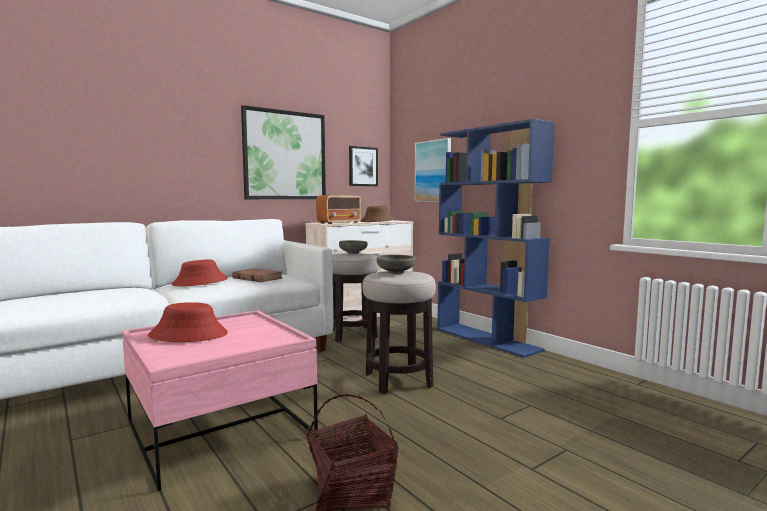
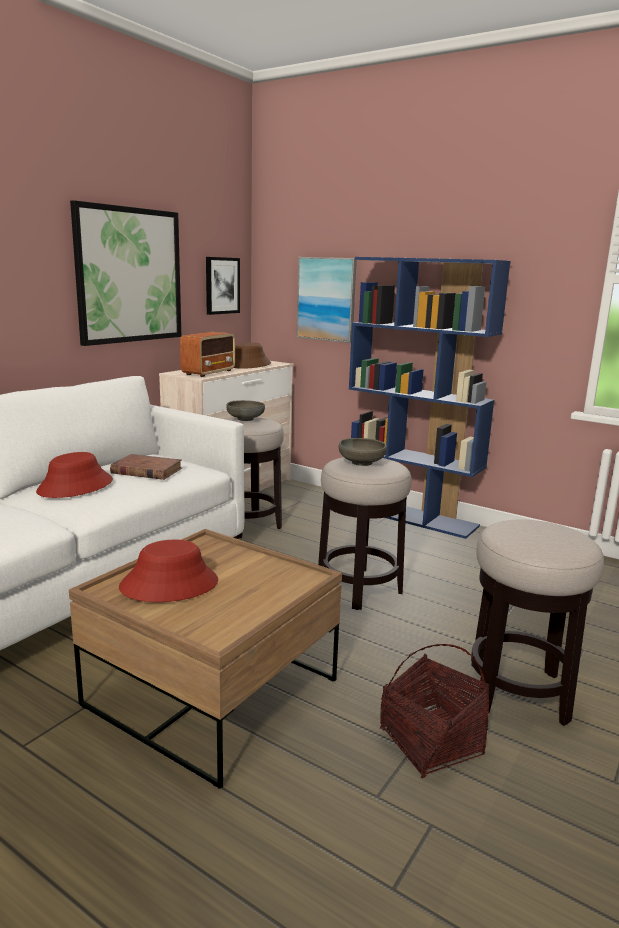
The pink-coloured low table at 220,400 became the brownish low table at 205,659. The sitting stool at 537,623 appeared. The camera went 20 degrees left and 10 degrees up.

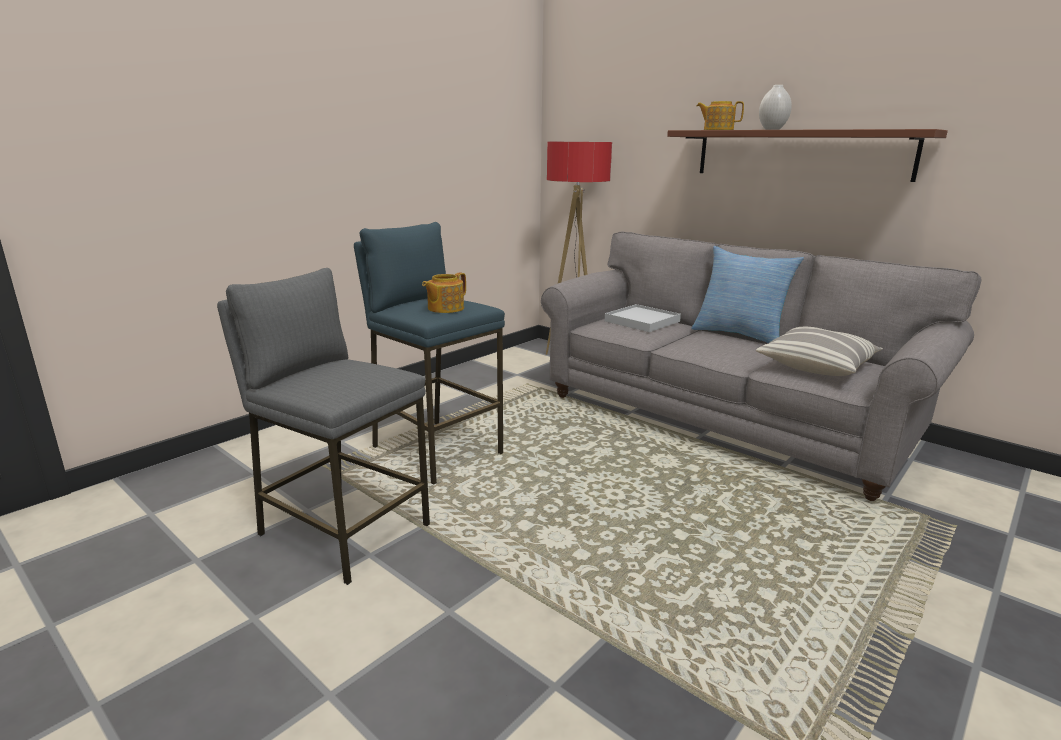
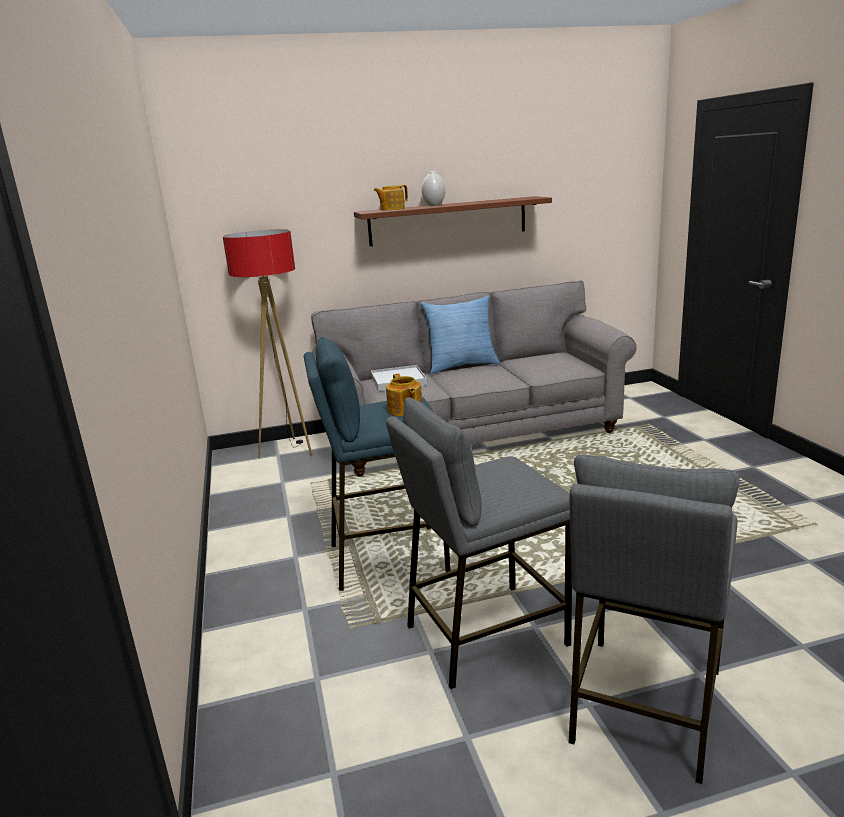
The gray sitting stool at 654,619 appeared. The throw pillow at 819,351 disappeared. The camera went 55 degrees left and 0 degrees up.

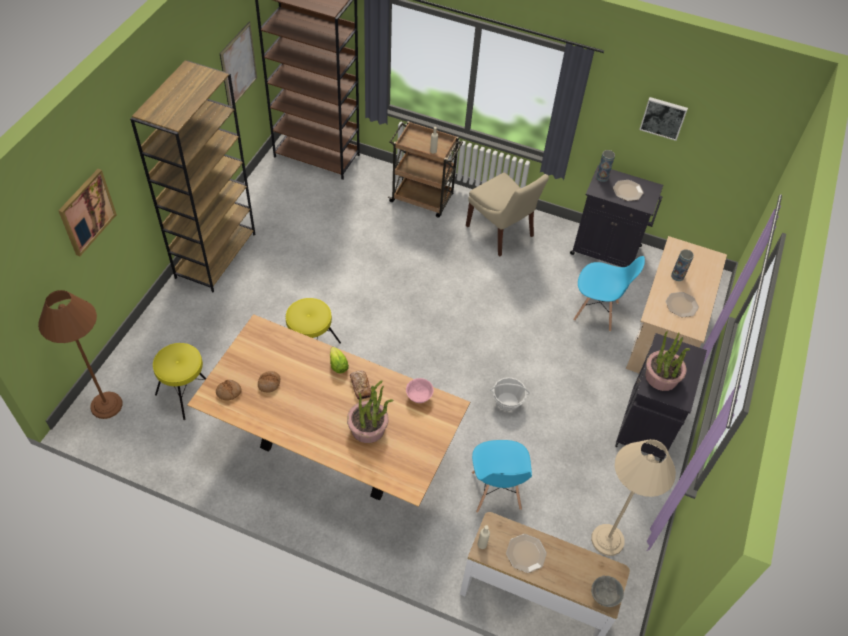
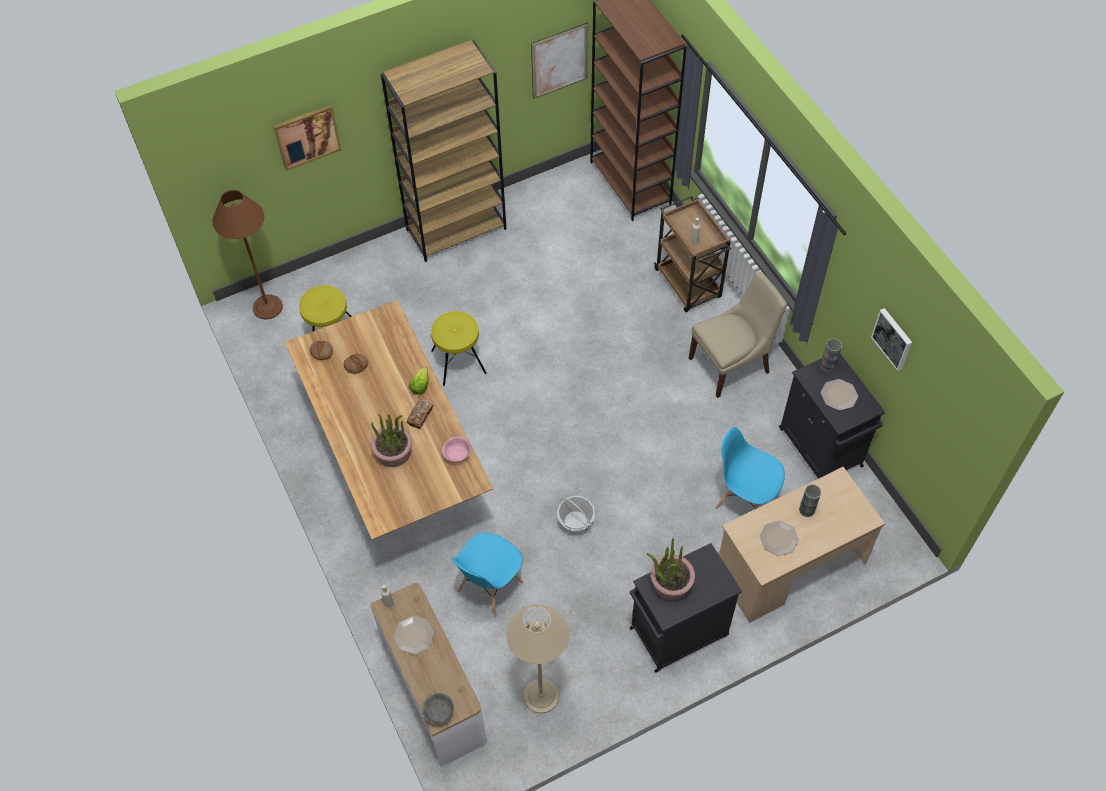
The beige chair at 507,214 turned 120 degrees counterclockwise. The blue chair at 609,294 turned 150 degrees clockwise. The camera went 45 degrees right and 5 degrees up.

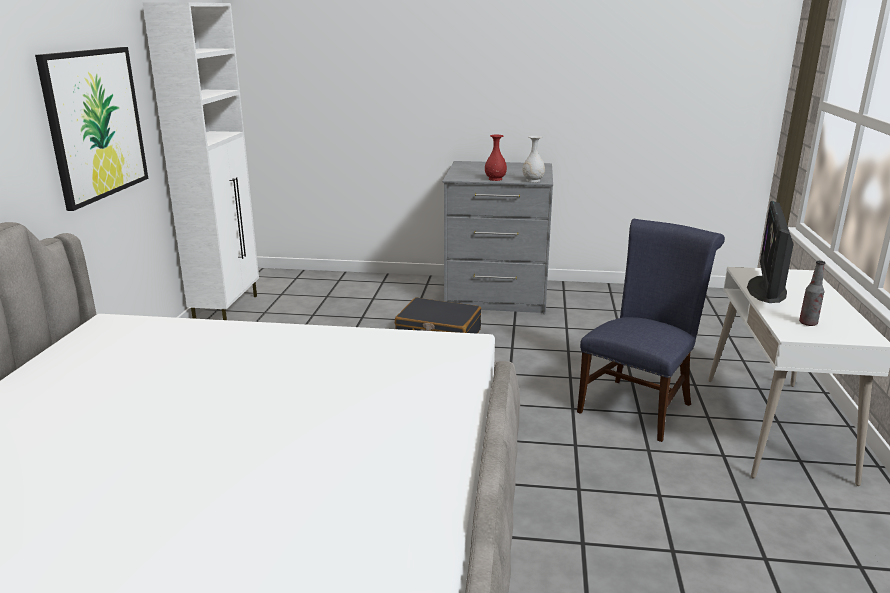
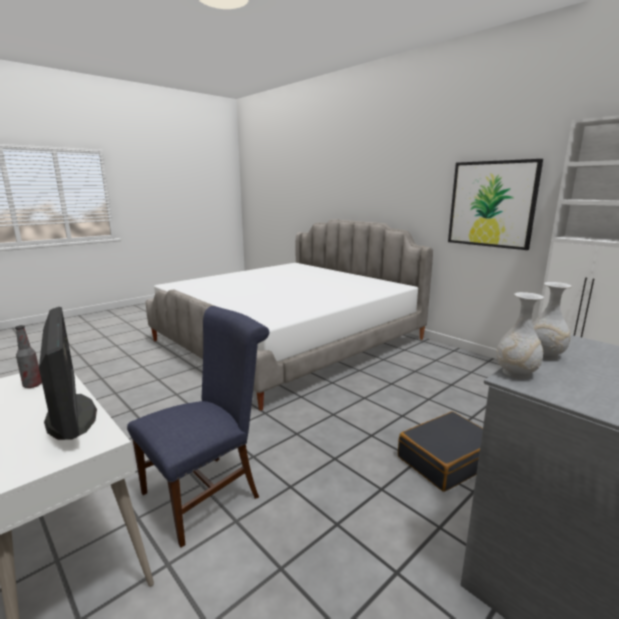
The blue chair at 651,330 turned 120 degrees counterclockwise. The red-coloured vase at 496,158 became the white-coloured vase at 552,321. The camera went 130 degrees right and 5 degrees down.

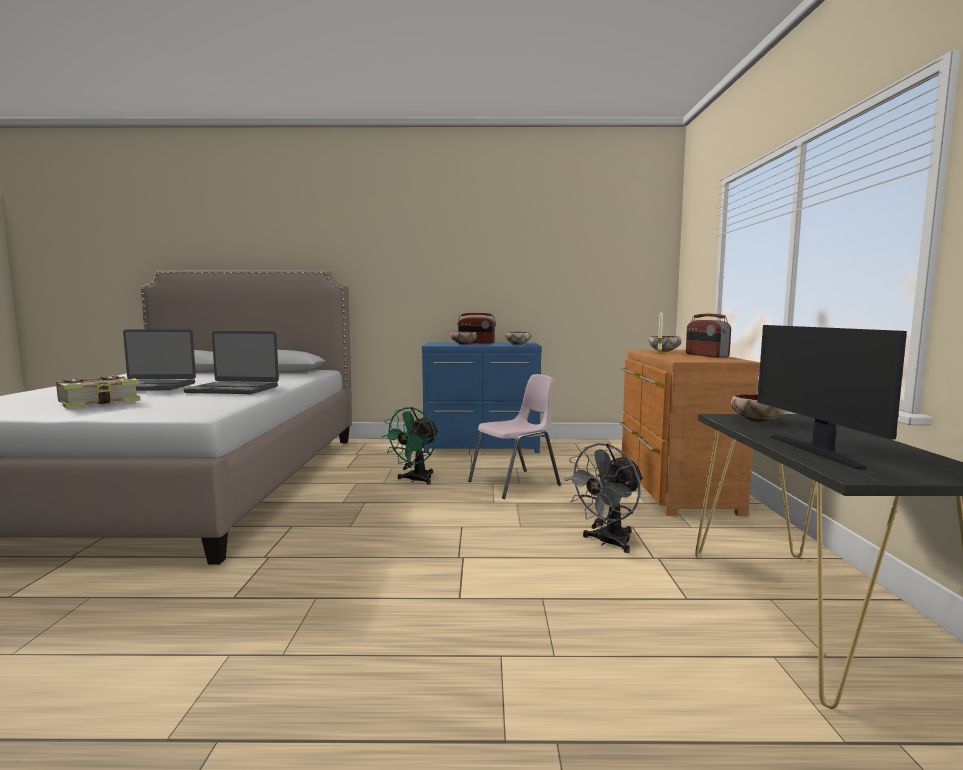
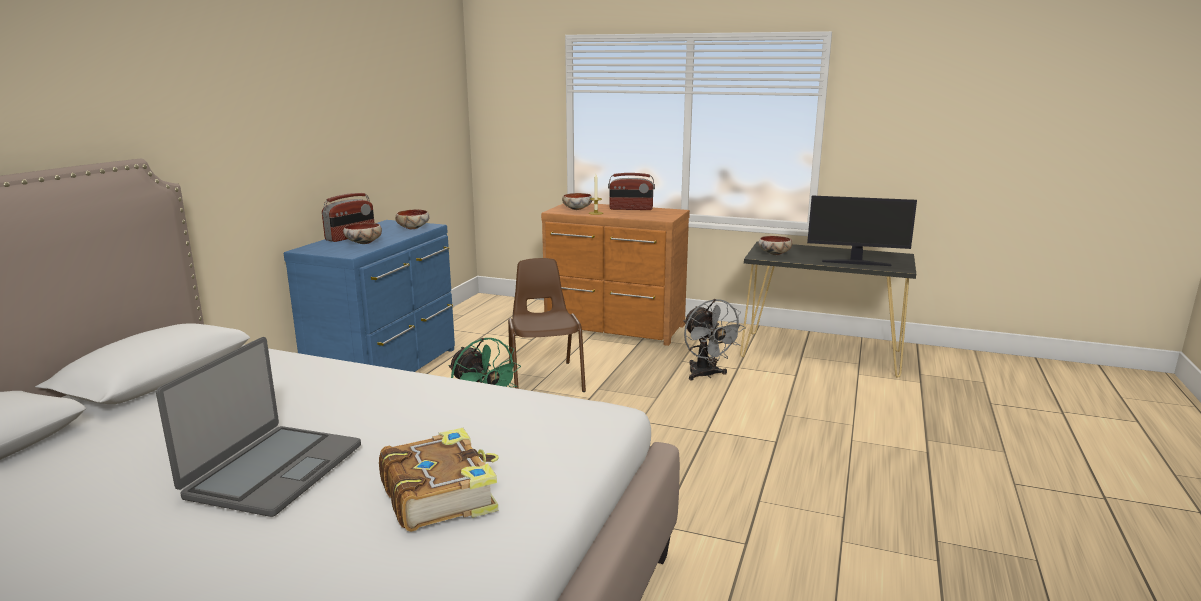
The pink-coloured chair at 514,436 became the brownish chair at 547,325. The notebook computer at 231,362 disappeared. The camera went 70 degrees left and 10 degrees up.

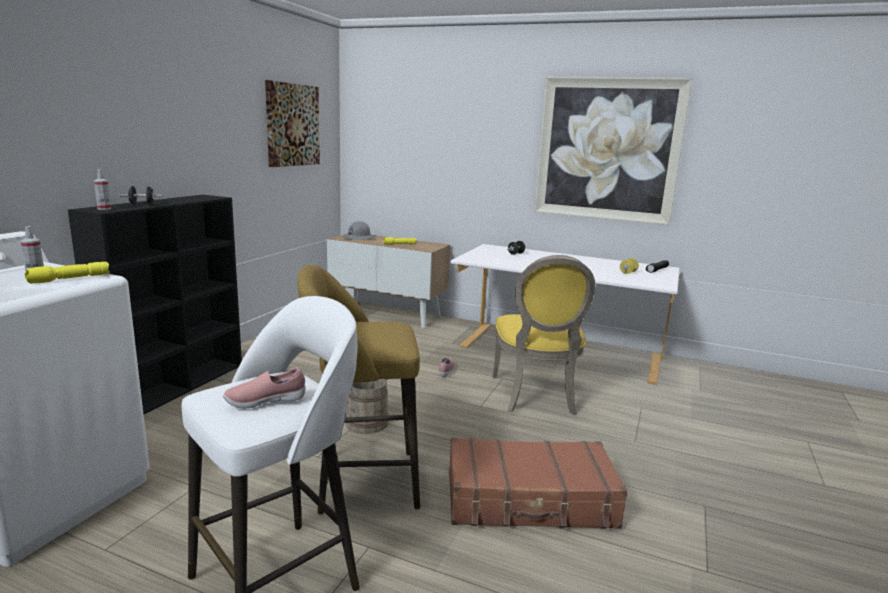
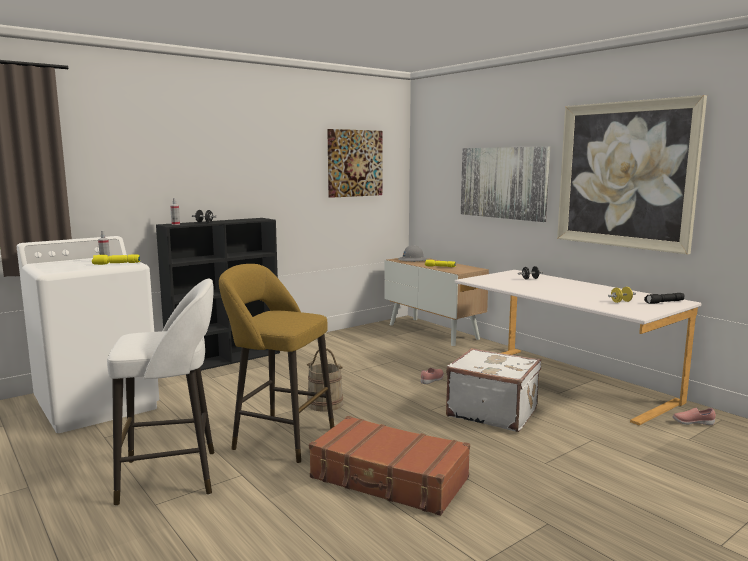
The yellow chair at 543,335 was replaced by the white-coloured suitcase at 493,390. The picture at 505,184 appeared. The pink-coloured low shoe moved from 264,387 to 694,416. The camera went 30 degrees right and 5 degrees down.

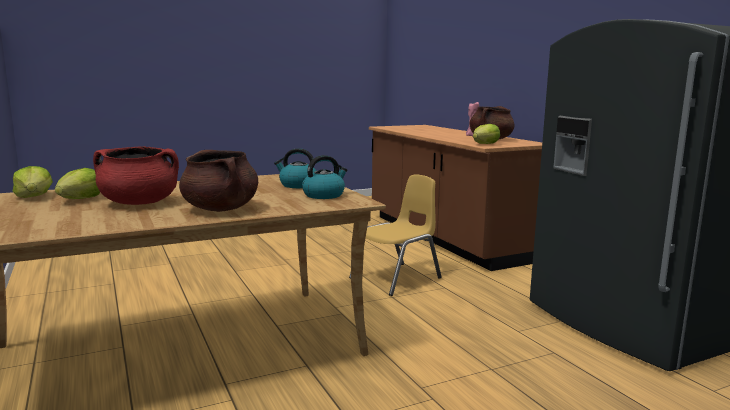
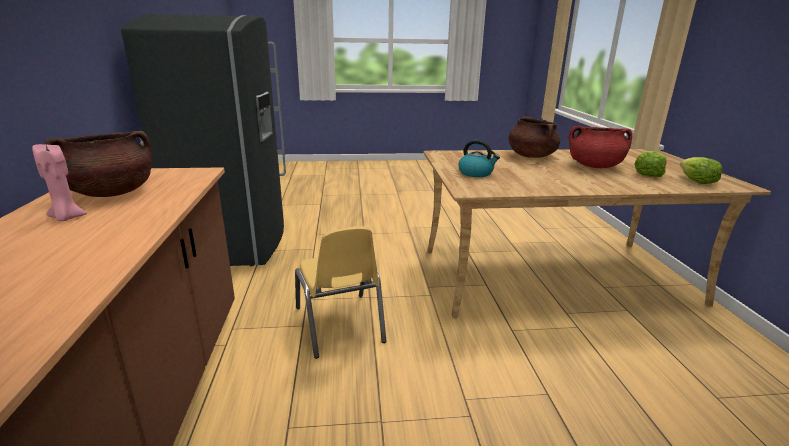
The yellow chair at 395,235 turned 90 degrees counterclockwise. The kettle at 324,177 disappeared. The lettuce at 486,134 disappeared. The camera went 160 degrees left and 10 degrees up.

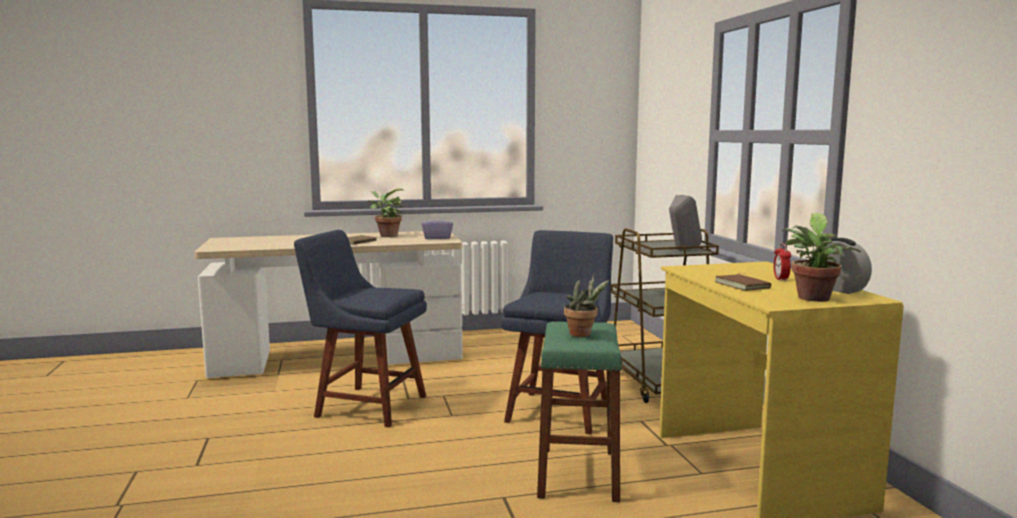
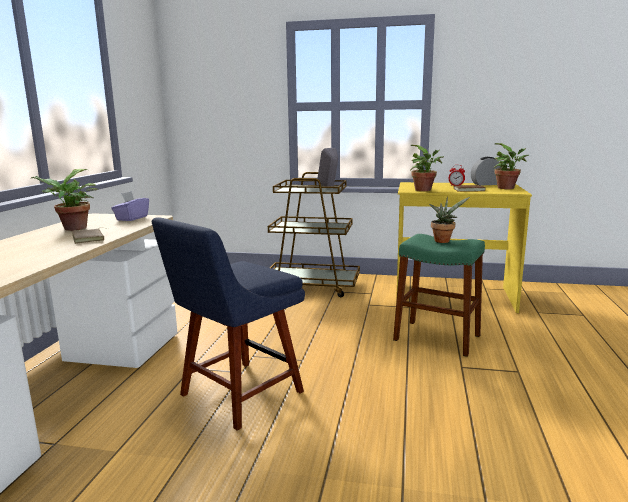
The potted plant at 427,168 appeared. The blue chair at 557,332 disappeared. The camera went 65 degrees left and 5 degrees up.

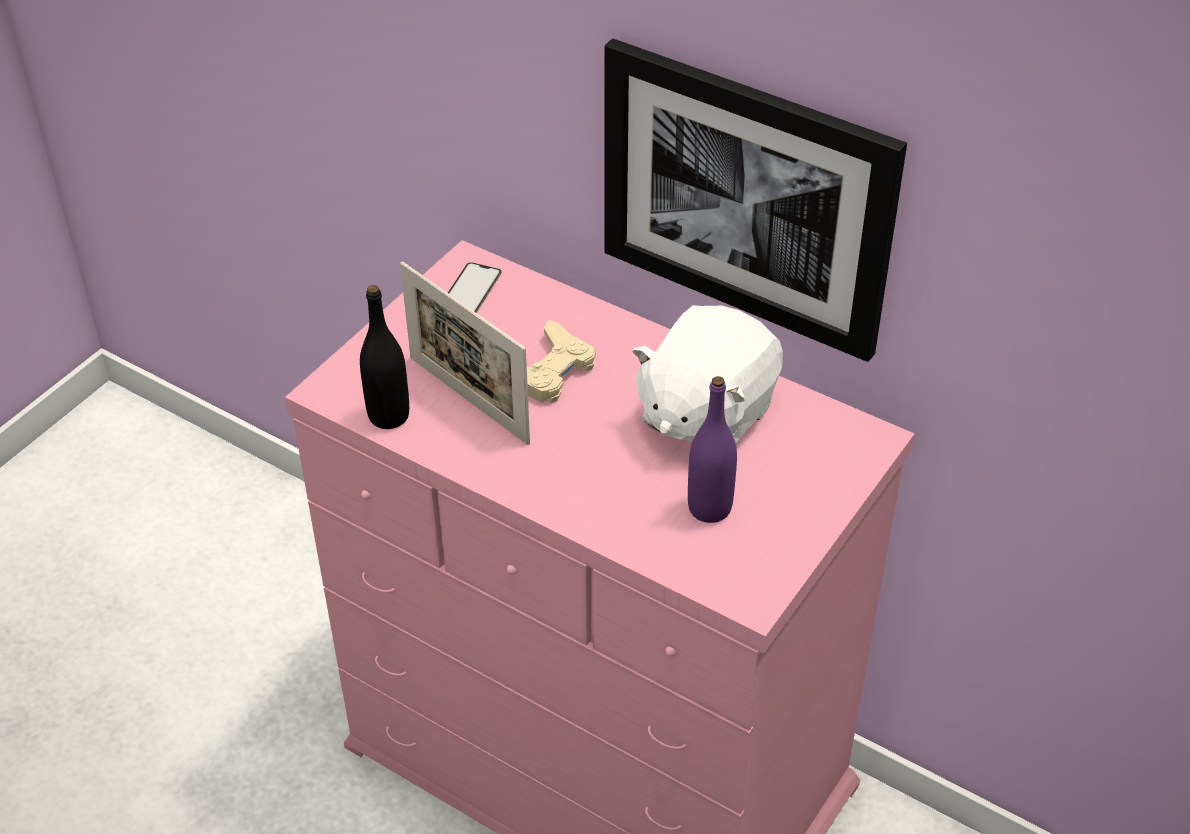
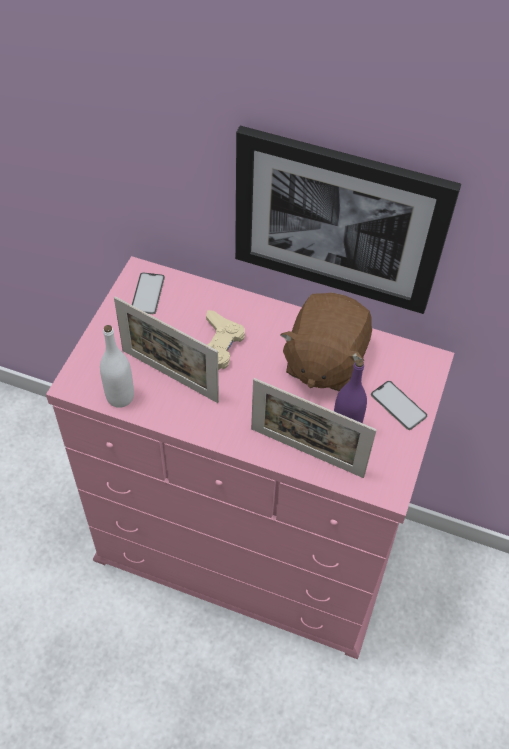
The black-coloured drink bottle at 384,357 became the white-coloured drink bottle at 117,366. The standing frame at 314,428 appeared. The white-coloured soft toy at 707,376 became the brownish soft toy at 326,341. The handset at 399,405 appeared. The camera went 15 degrees left and 10 degrees up.

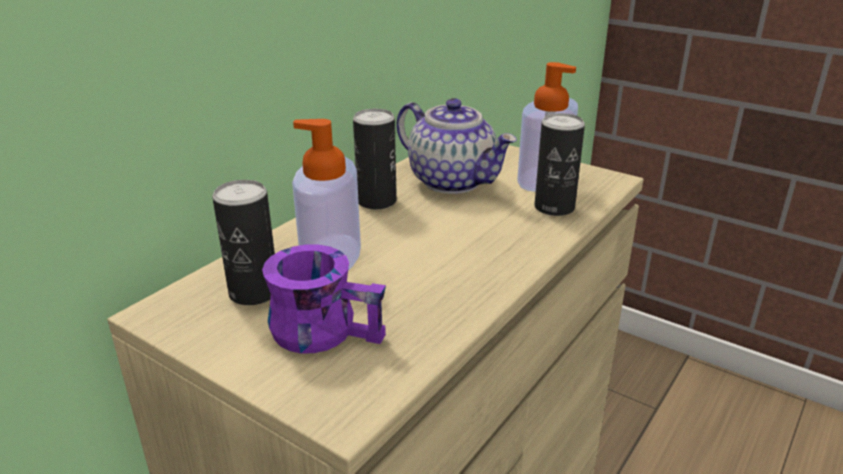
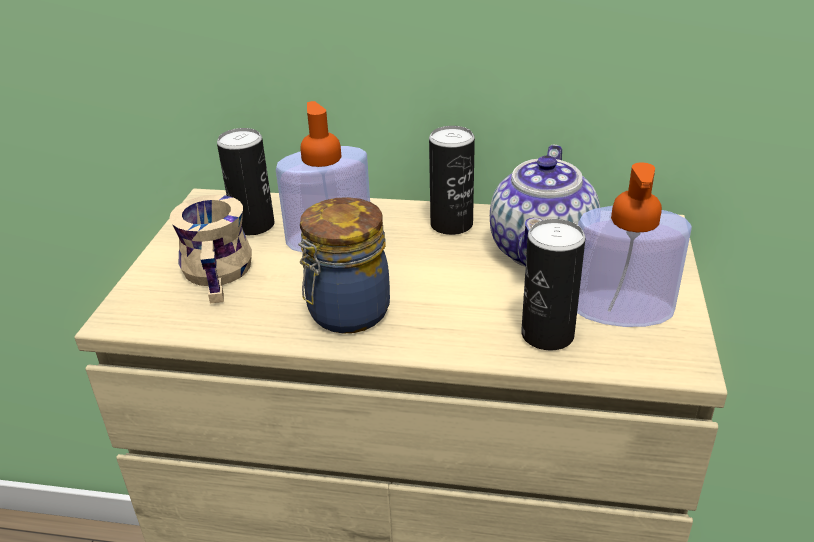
The purple coffee mug at 324,299 became the beige coffee mug at 210,249. The storage jar at 344,265 appeared. The camera went 65 degrees right and 5 degrees up.

